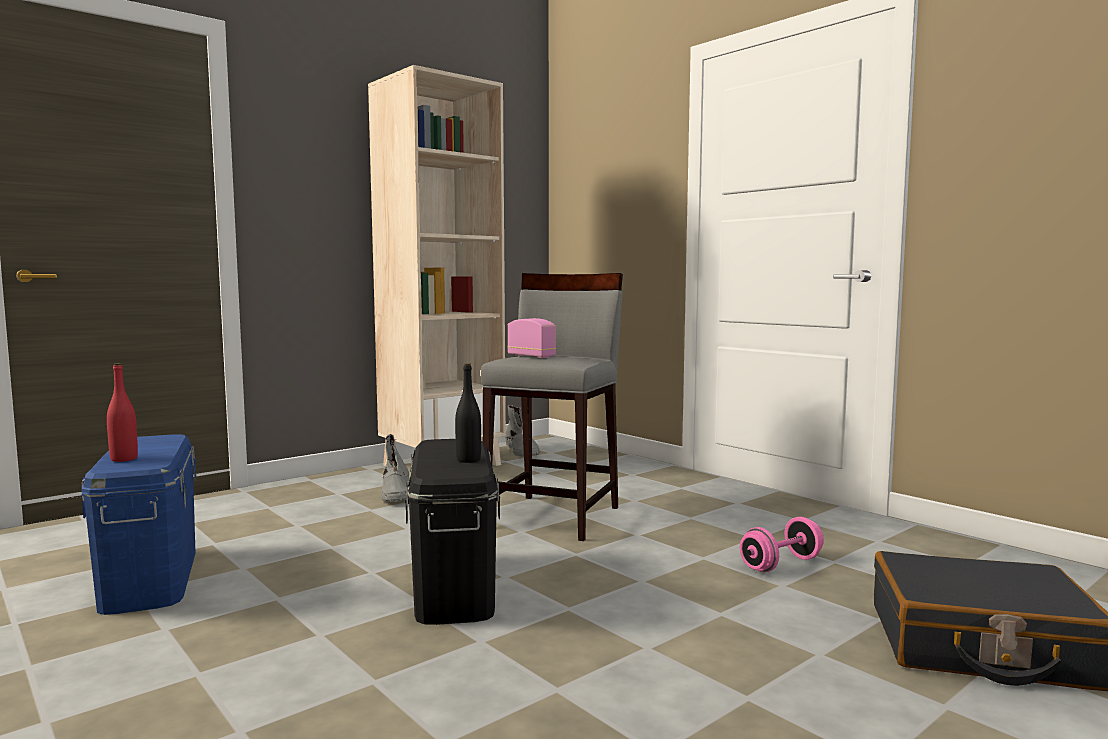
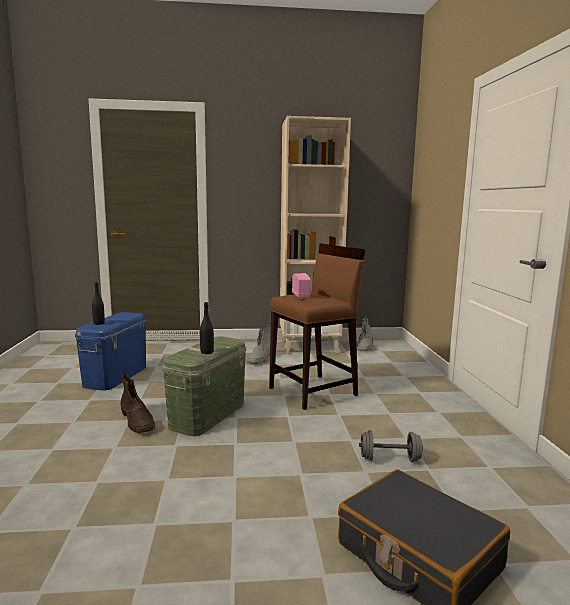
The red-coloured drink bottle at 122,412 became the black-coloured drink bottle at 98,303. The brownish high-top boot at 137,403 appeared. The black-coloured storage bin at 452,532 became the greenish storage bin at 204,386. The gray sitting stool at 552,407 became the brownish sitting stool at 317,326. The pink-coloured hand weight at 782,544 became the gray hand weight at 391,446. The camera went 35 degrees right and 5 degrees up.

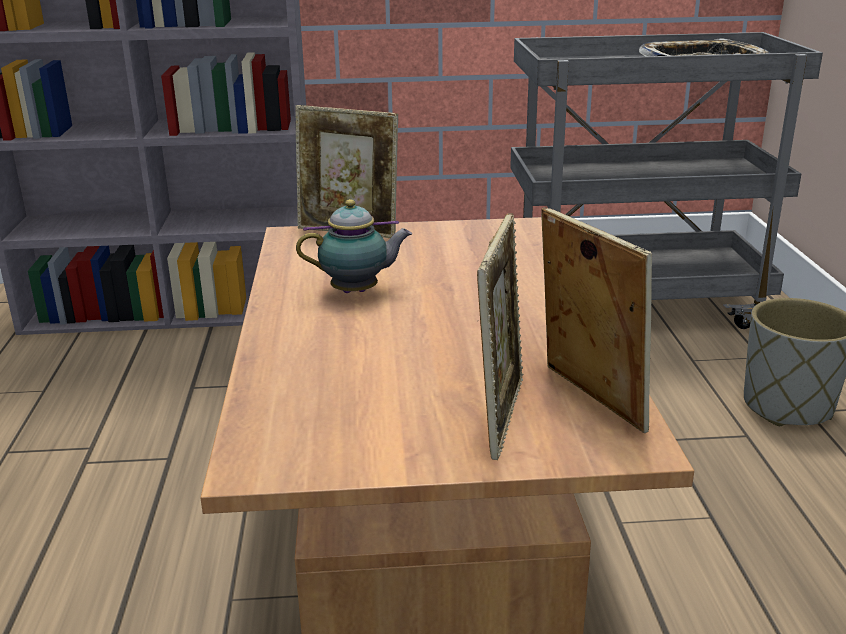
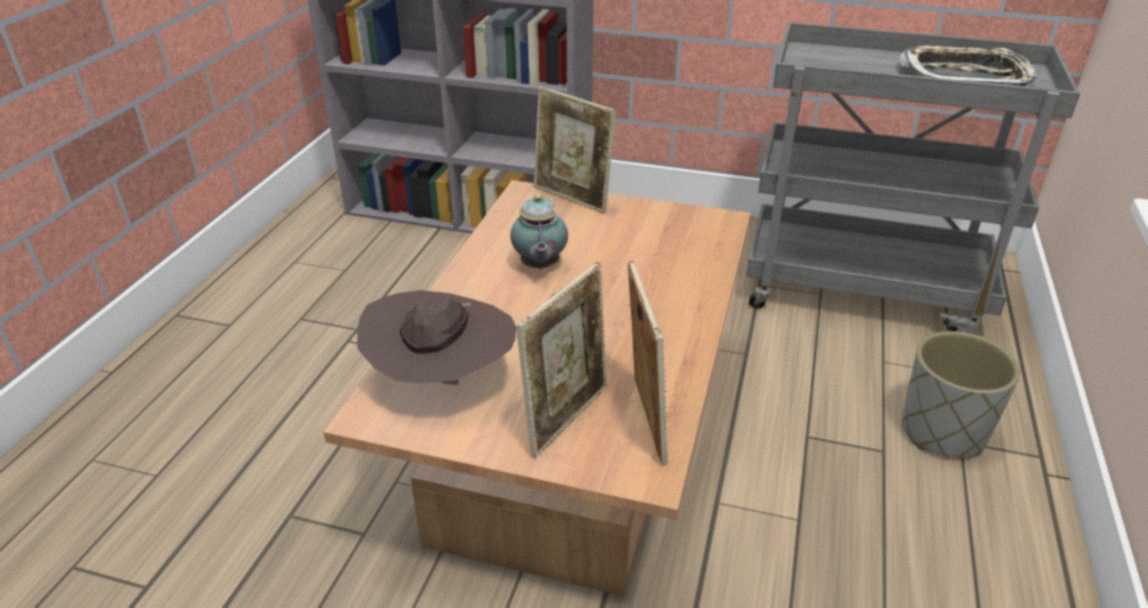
The brownish wearable hat at 436,337 appeared. The pot for tea at 354,246 turned 75 degrees clockwise. The camera went 20 degrees right and 10 degrees up.

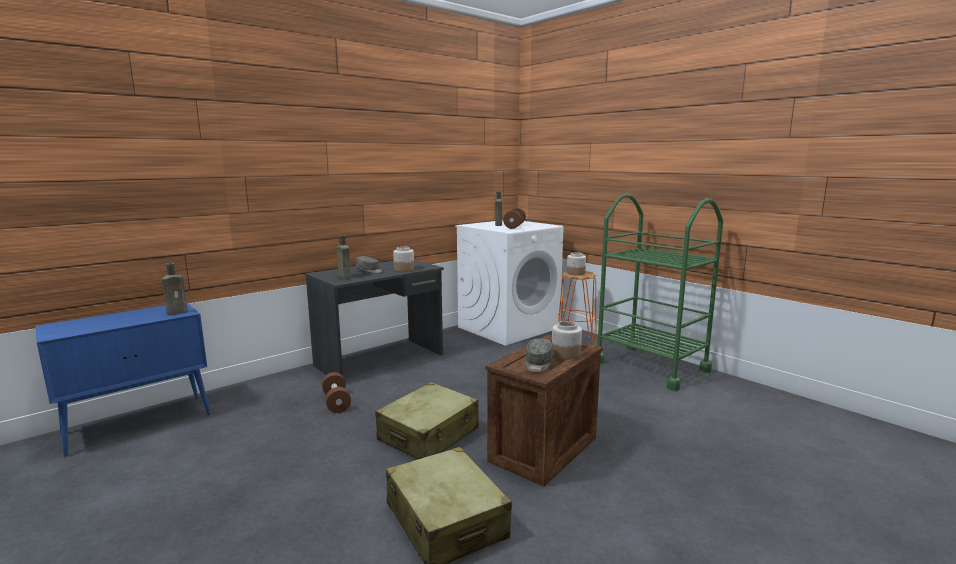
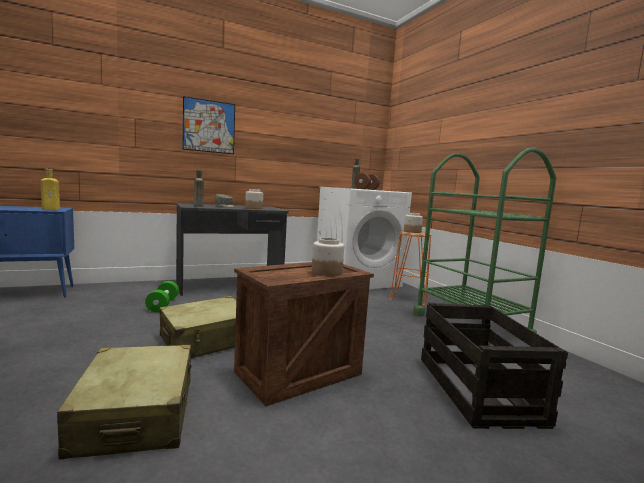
The brownish drink bottle at 175,289 became the yellow drink bottle at 50,189. The brownish hand weight at 336,392 became the greenish hand weight at 162,296. The picture at 209,125 appeared. The crate at 494,366 appeared. The gray baseball cap at 539,355 disappeared. The camera went 15 degrees right and 5 degrees down.

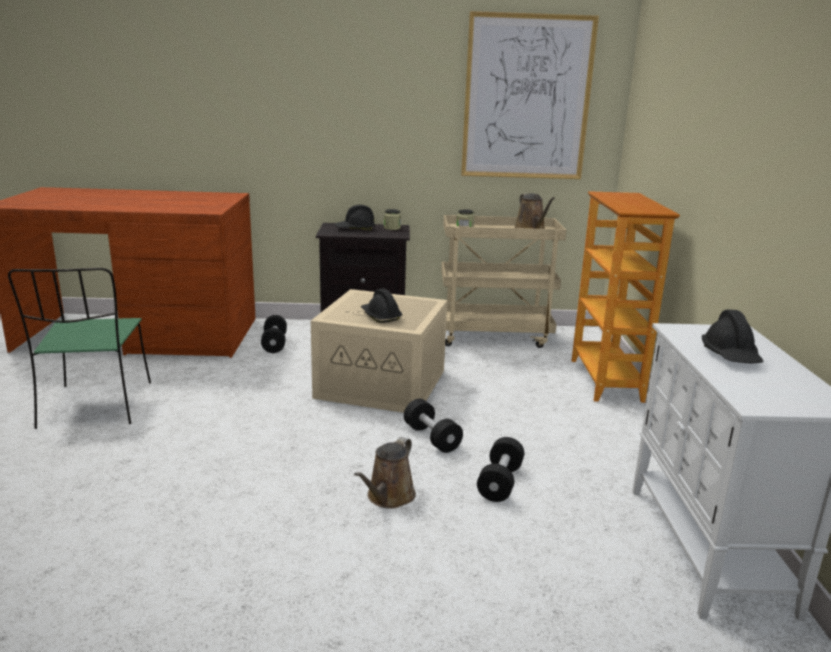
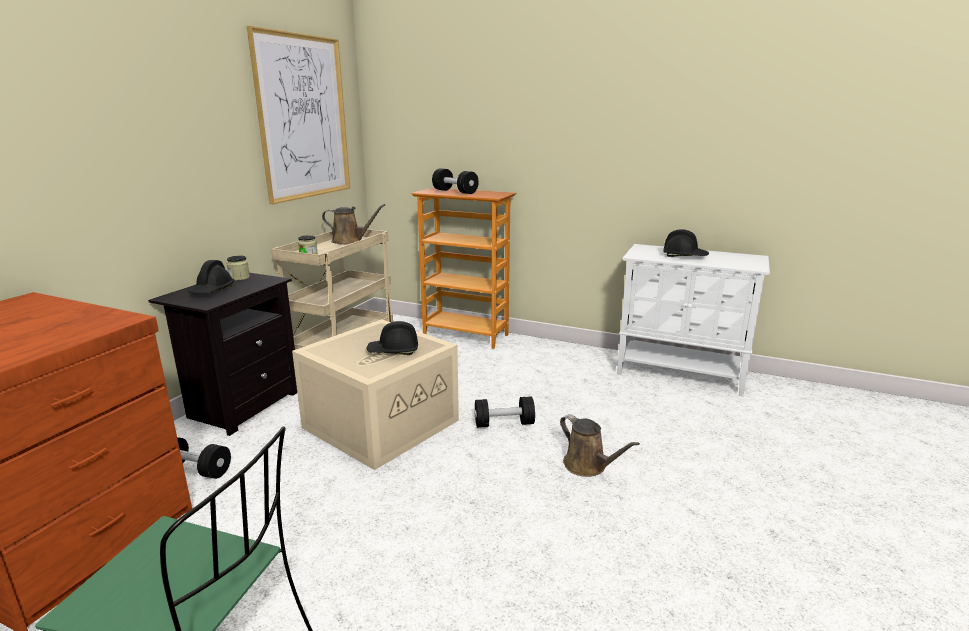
The black-coloured hand weight moved from 500,469 to 455,181. The camera went 65 degrees left and 0 degrees up.

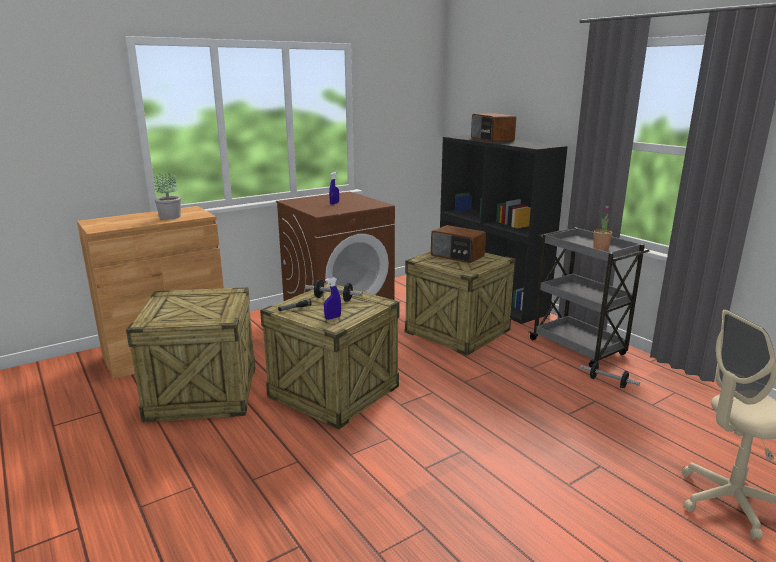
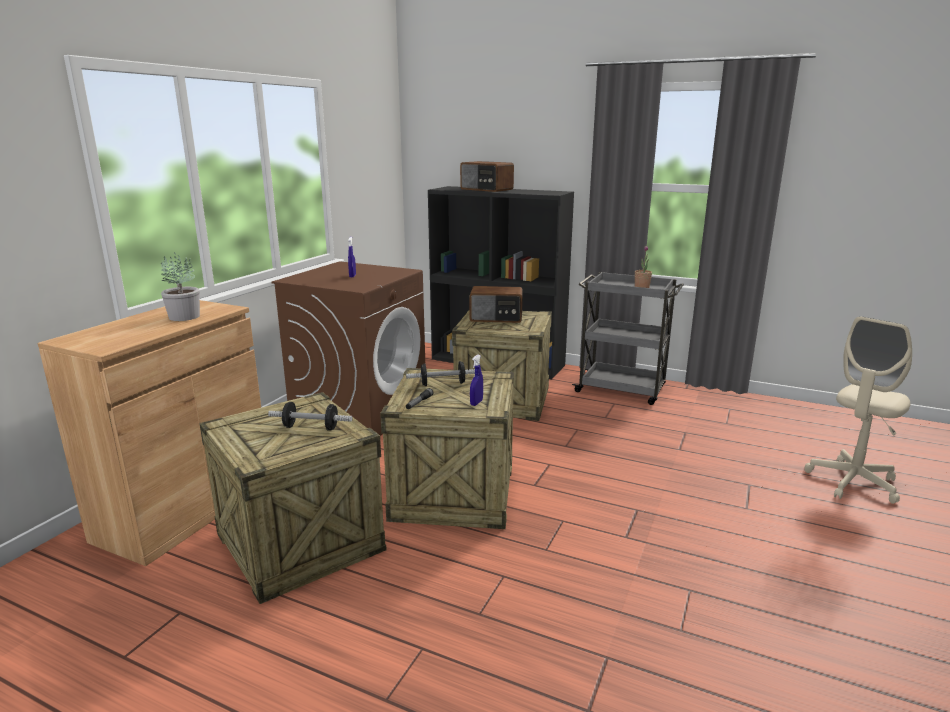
The hand weight moved from 610,375 to 310,416. The camera went 30 degrees left and 0 degrees up.

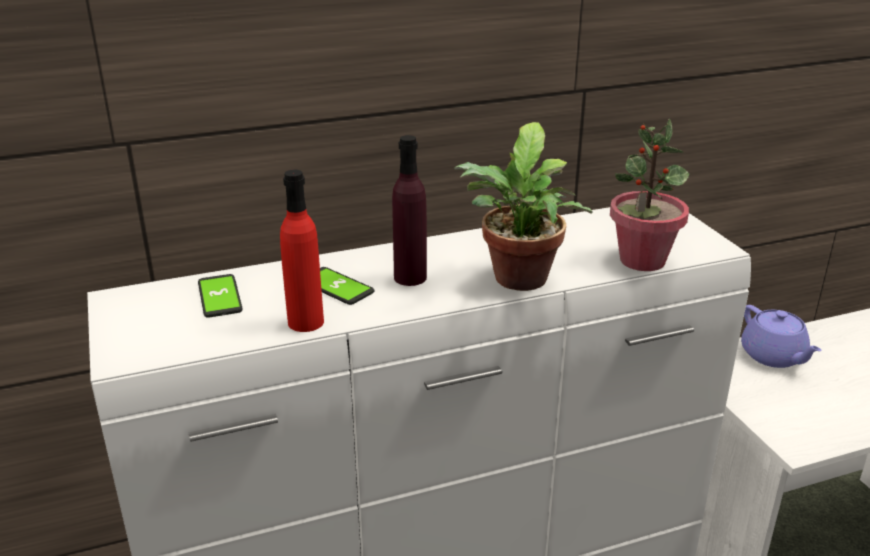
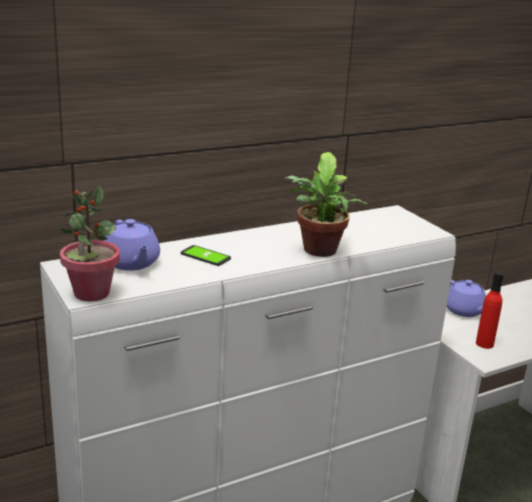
The potted plant moved from 649,195 to 89,244. The handset at 220,296 was replaced by the purple pot for tea at 131,245. The red-coloured drink bottle moved from 302,251 to 490,310. The purple drink bottle at 409,210 disappeared. The camera went 10 degrees left and 5 degrees down.

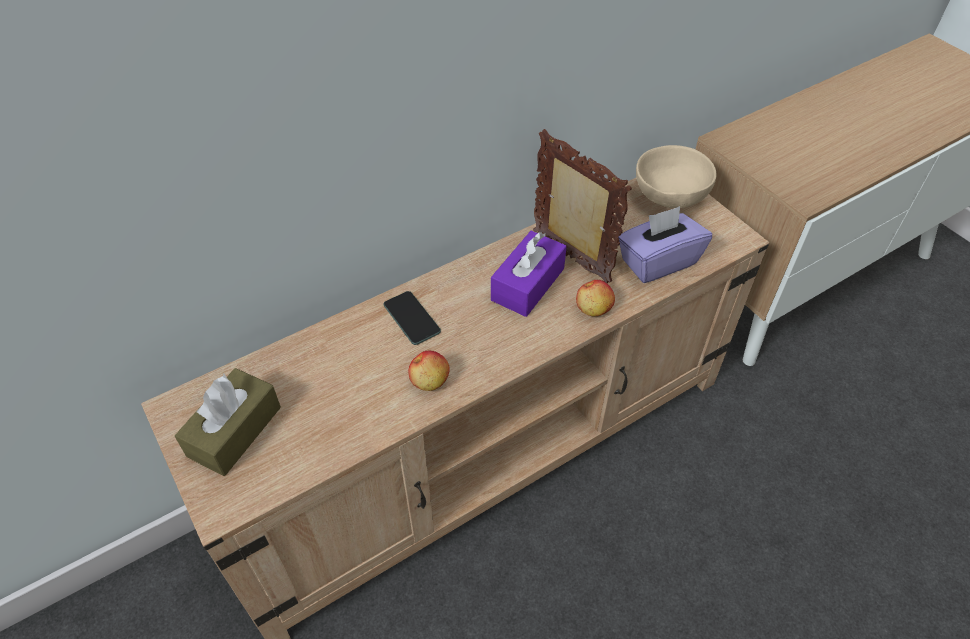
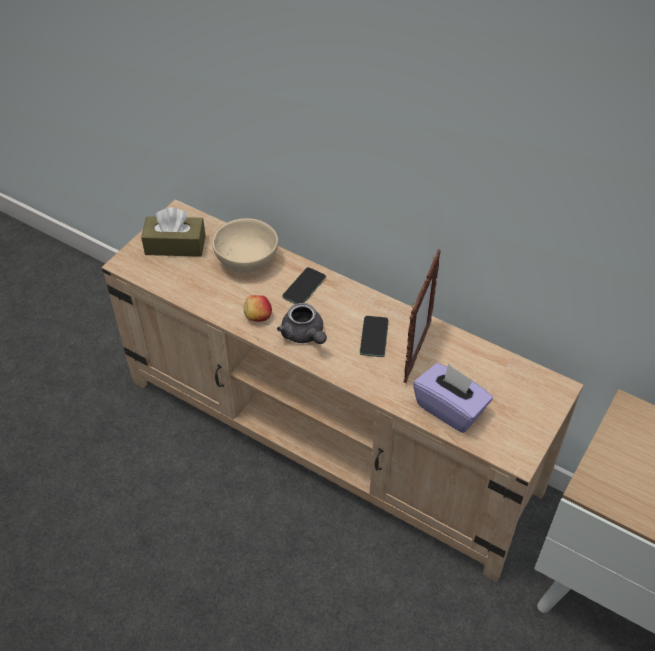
The beige bowl moved from 676,176 to 245,245. The gray pot for tea at 302,323 appeared. The purple tissue holder at 529,274 was replaced by the handset at 374,336. The apple at 595,298 disappeared. The camera went 65 degrees right and 0 degrees up.

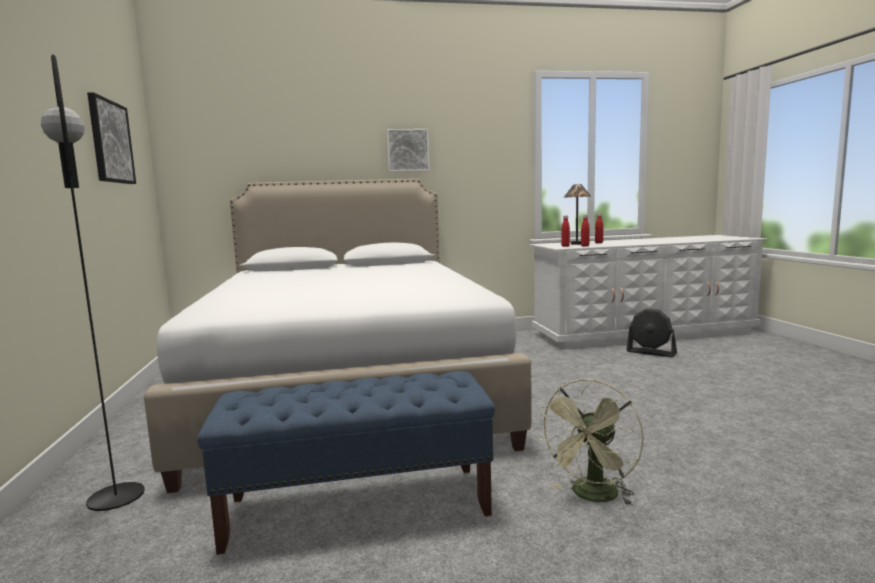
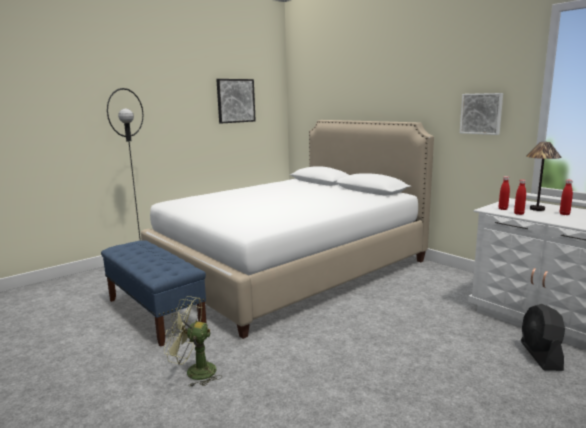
The picture moved from 408,150 to 481,114. The camera went 60 degrees right and 5 degrees up.

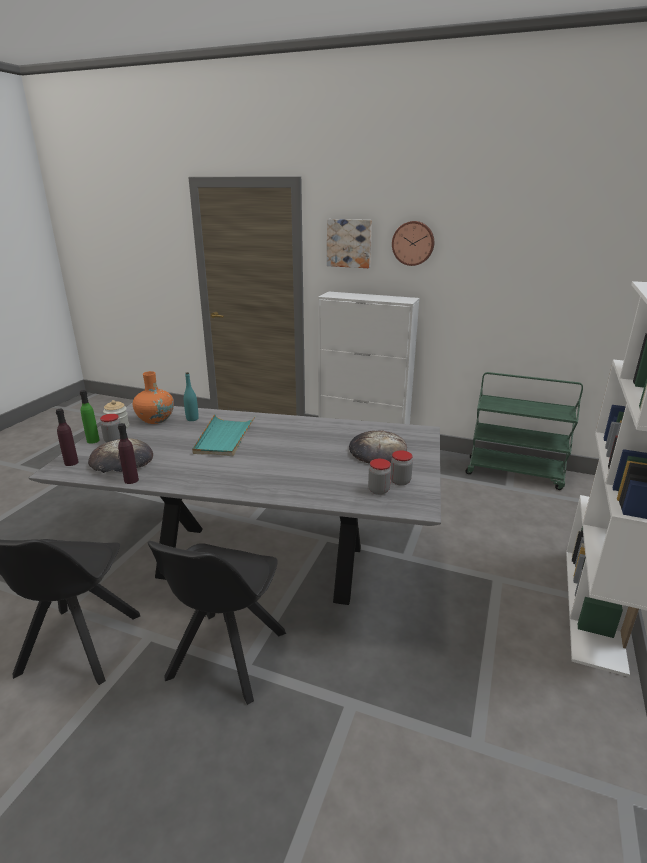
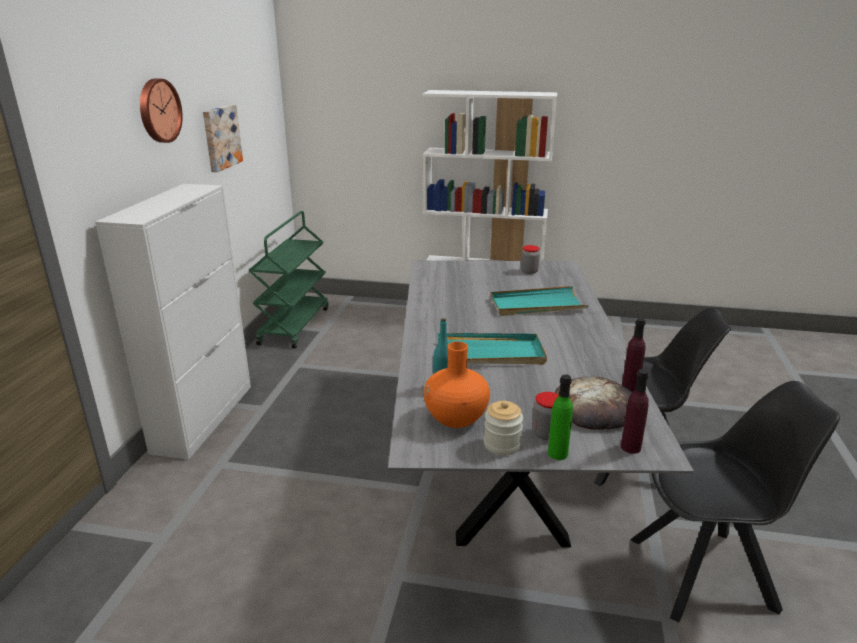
The picture moved from 349,243 to 223,138. The blue-green tray at 539,301 appeared. The baked bread at 378,447 disappeared. The storage jar at 379,477 disappeared. The camera went 100 degrees left and 0 degrees up.

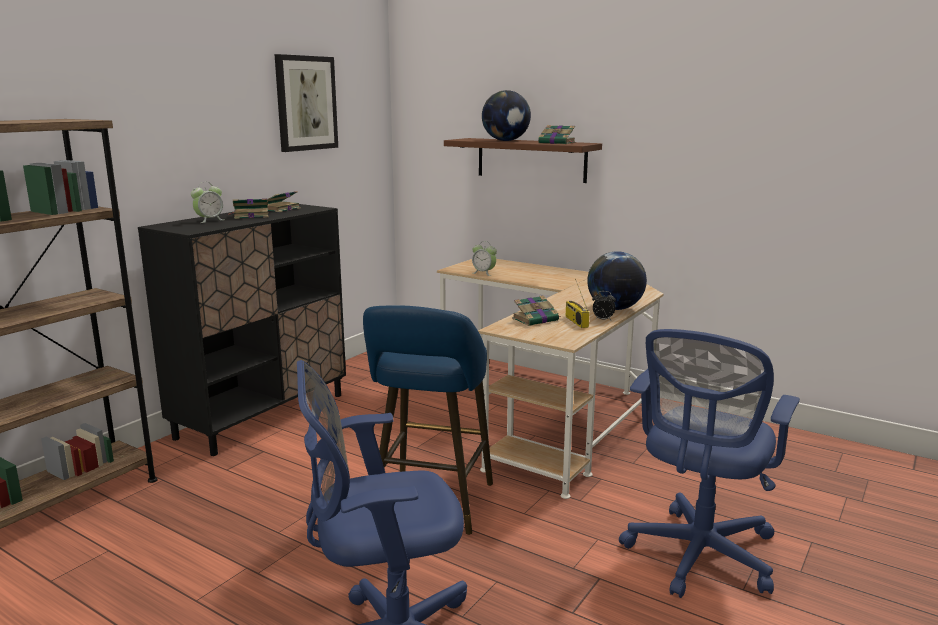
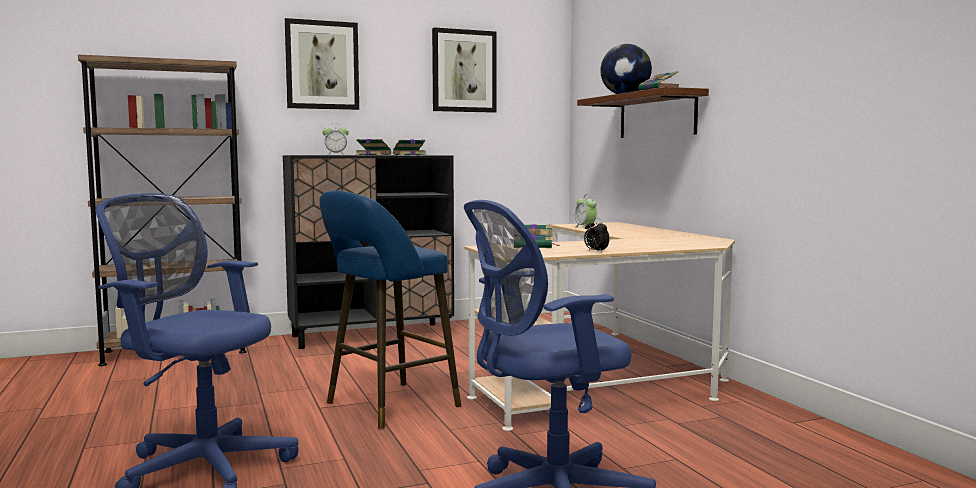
The picture at 322,64 appeared. The radio at 578,303 disappeared. The world globe at 617,280 disappeared. The camera went 35 degrees right and 10 degrees down.

